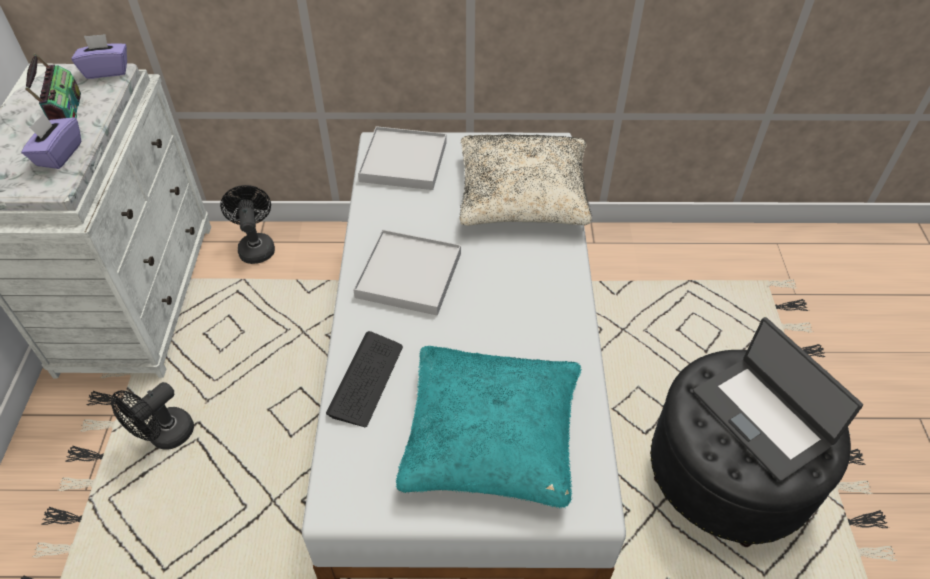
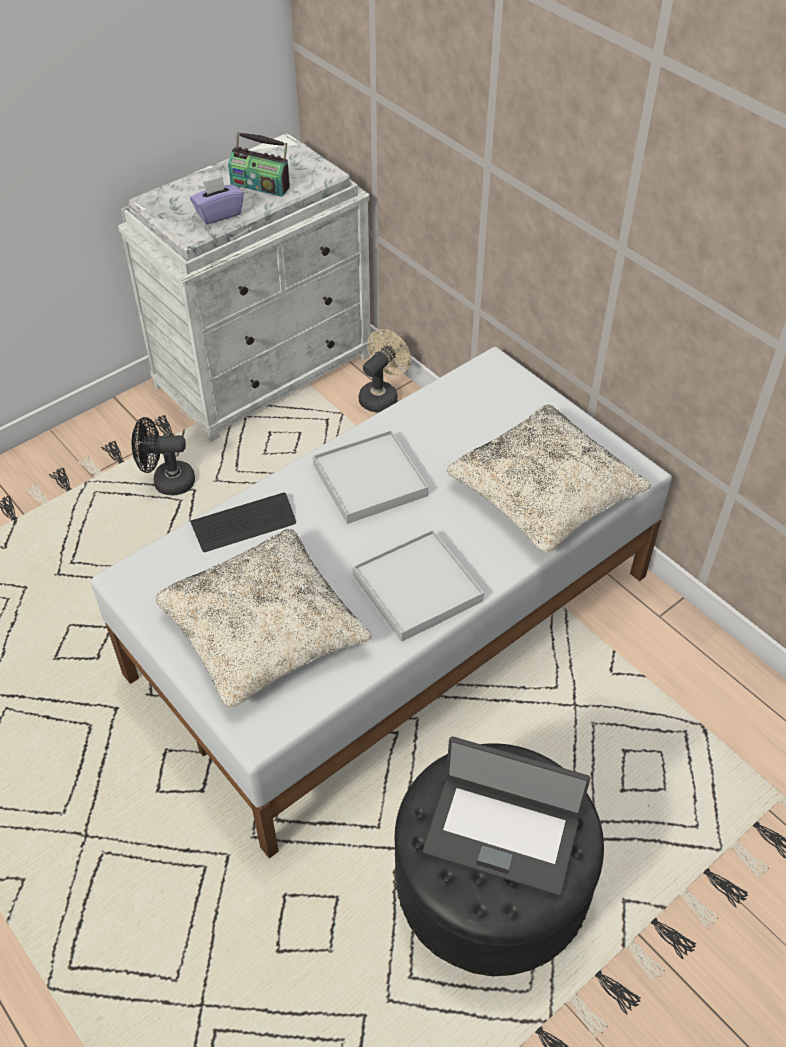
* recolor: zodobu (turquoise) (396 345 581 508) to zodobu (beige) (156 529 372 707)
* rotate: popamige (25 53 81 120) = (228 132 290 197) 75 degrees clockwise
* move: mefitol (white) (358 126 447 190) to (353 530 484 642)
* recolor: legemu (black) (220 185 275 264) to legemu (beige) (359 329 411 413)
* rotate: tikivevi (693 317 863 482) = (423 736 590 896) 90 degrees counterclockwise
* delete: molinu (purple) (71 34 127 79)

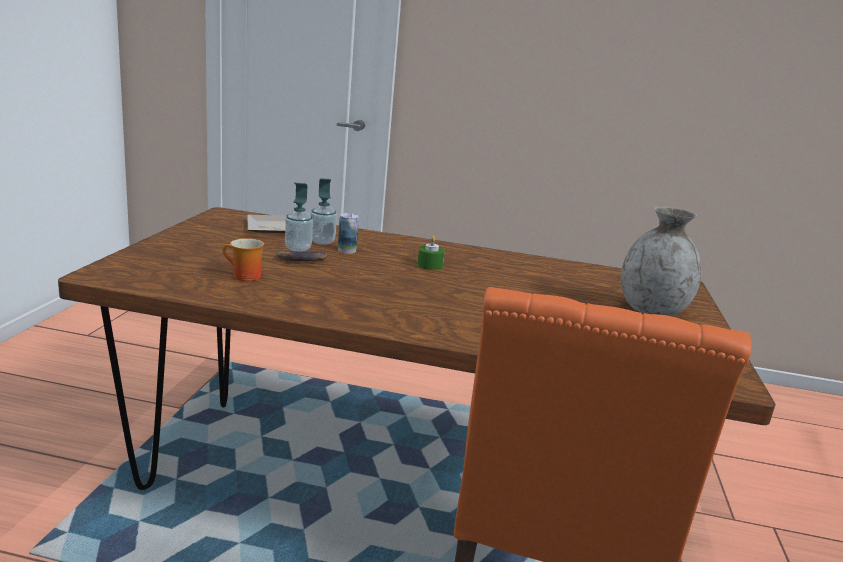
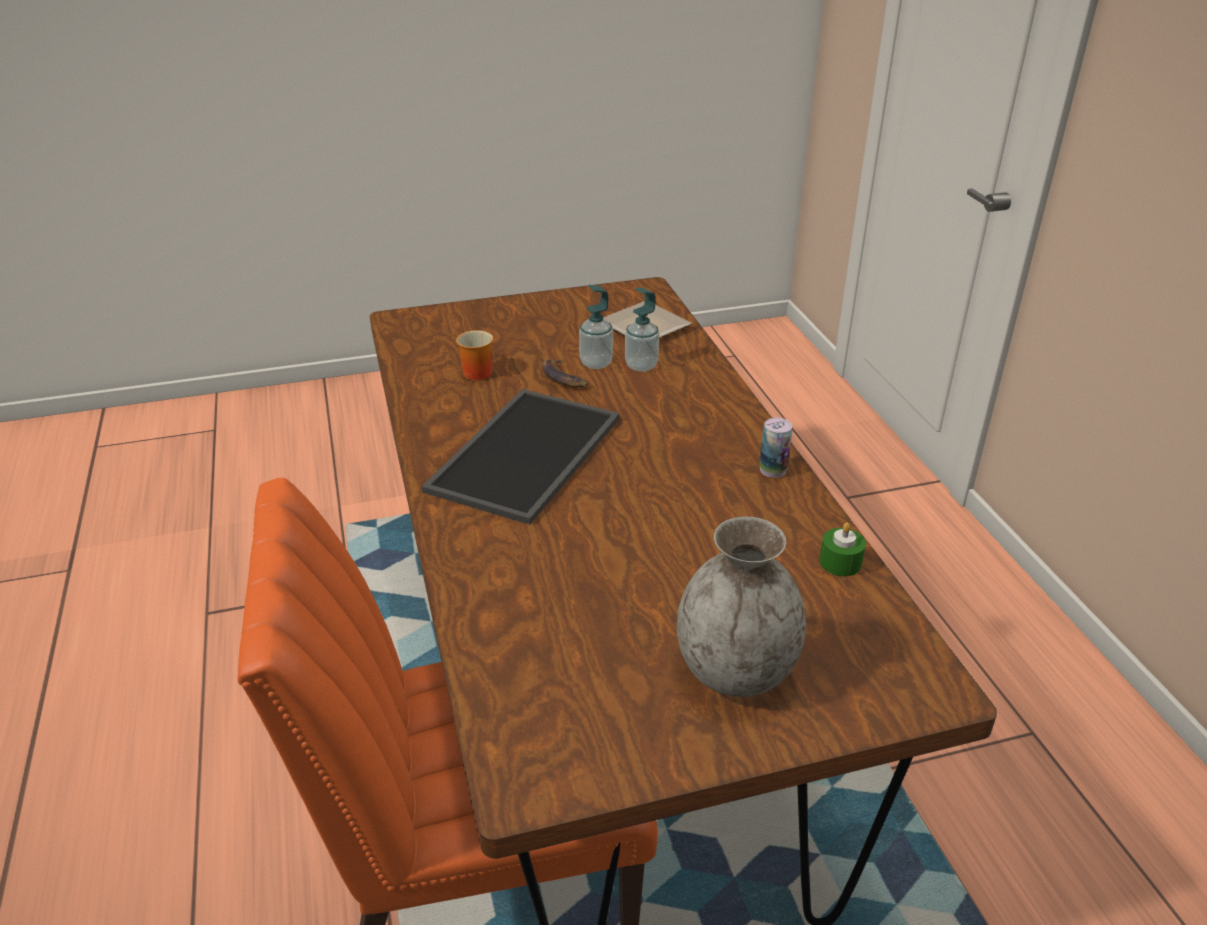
* insert: mefitol (421 389 620 525)
* move: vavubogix (338 213 359 254) to (759 418 792 478)
* move: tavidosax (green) (417 236 445 270) to (819 523 866 576)

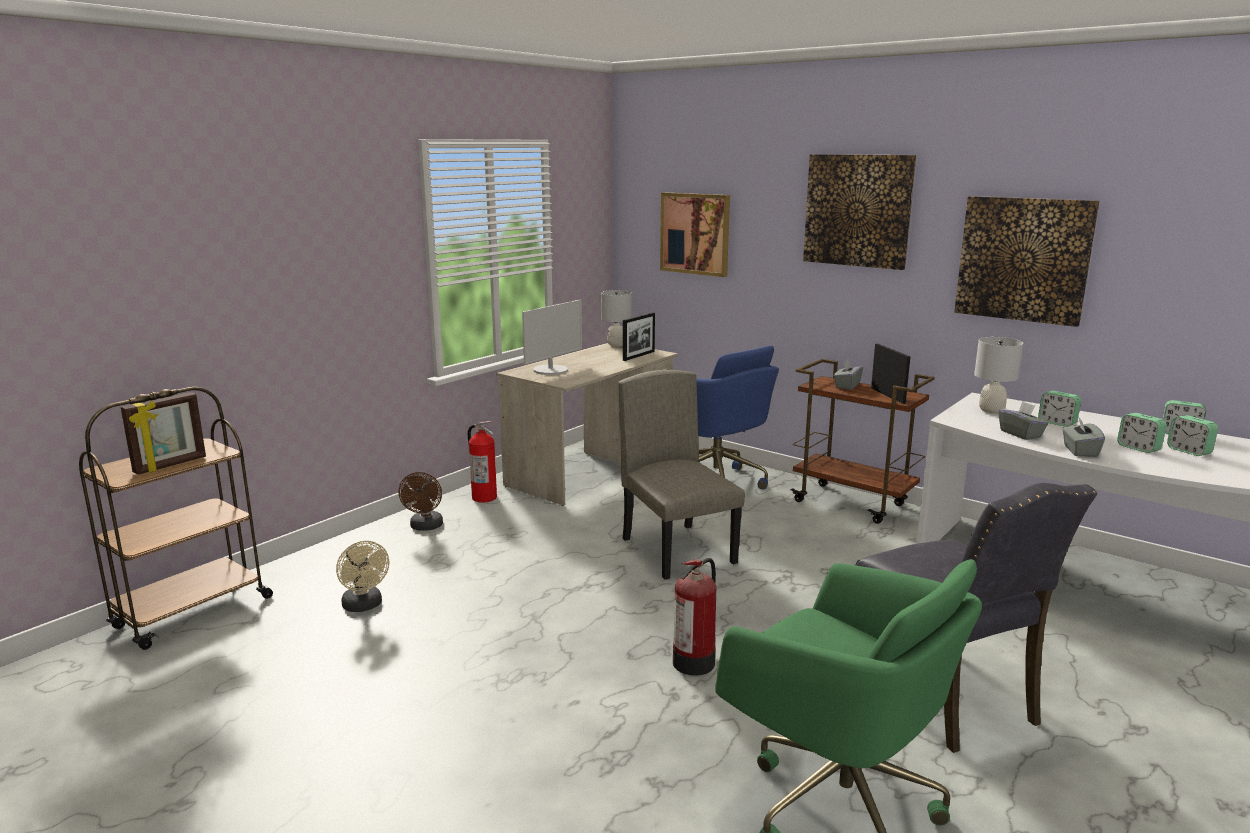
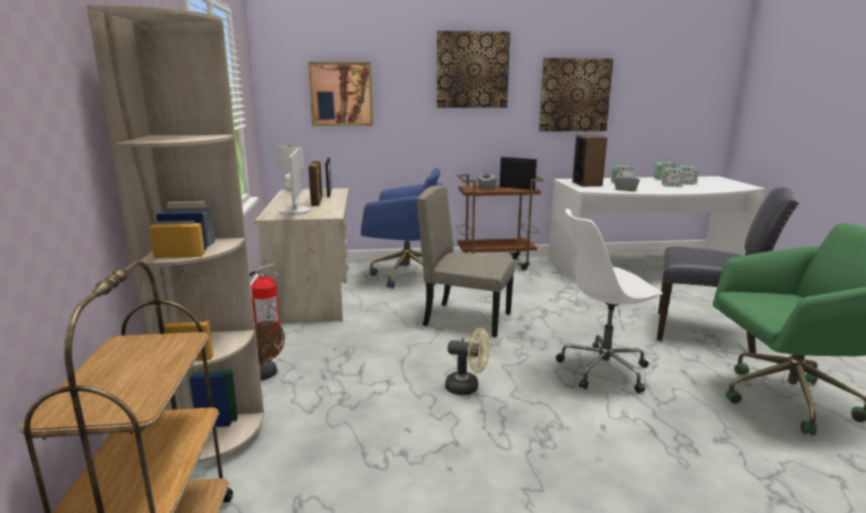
* insert: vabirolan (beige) (87 5 264 462)
* move: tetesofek (121 392 206 475) to (308 161 323 206)
* move: legemu (beige) (336 541 389 612) to (445 328 490 395)
* replace: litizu (673 558 716 676) to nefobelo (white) (556 209 663 393)
* replace: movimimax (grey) (974 337 1023 413) to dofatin (572 135 607 187)
* delete: molinu (grey) (1062 416 1105 457)

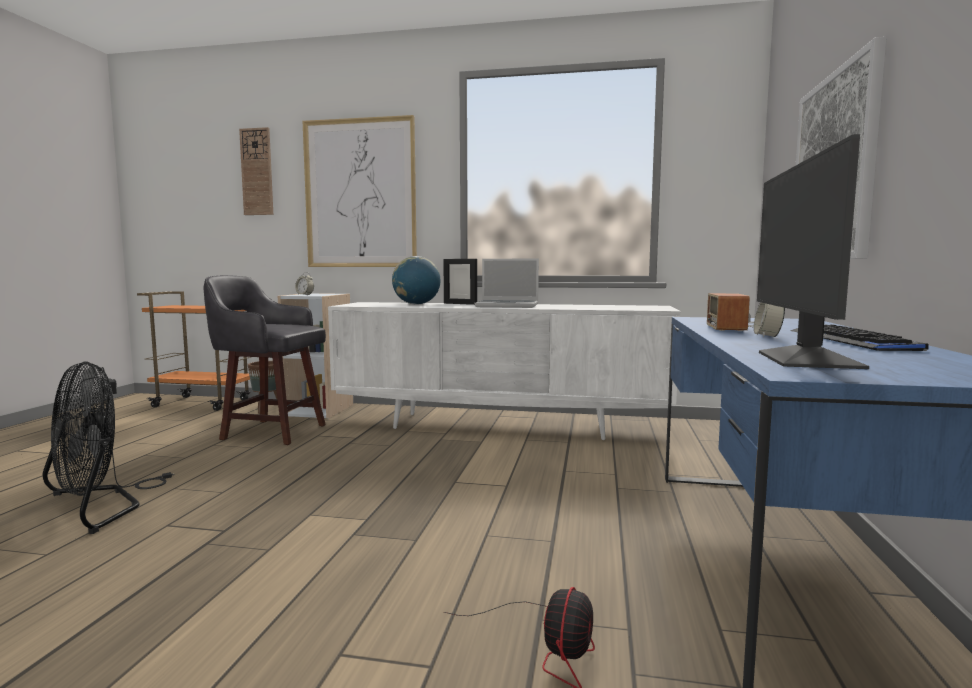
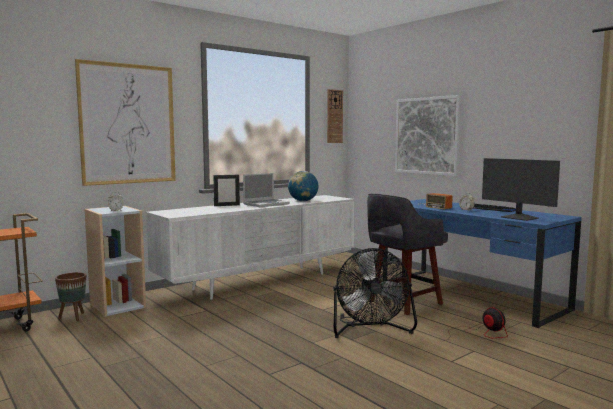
* move: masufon (392 256 440 305) to (288 171 318 201)
* move: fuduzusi (239 127 273 215) to (327 89 343 143)
* move: legemu (black) (43 362 174 534) to (333 248 417 338)
* move: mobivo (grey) (203 275 326 445) to (367 194 448 315)

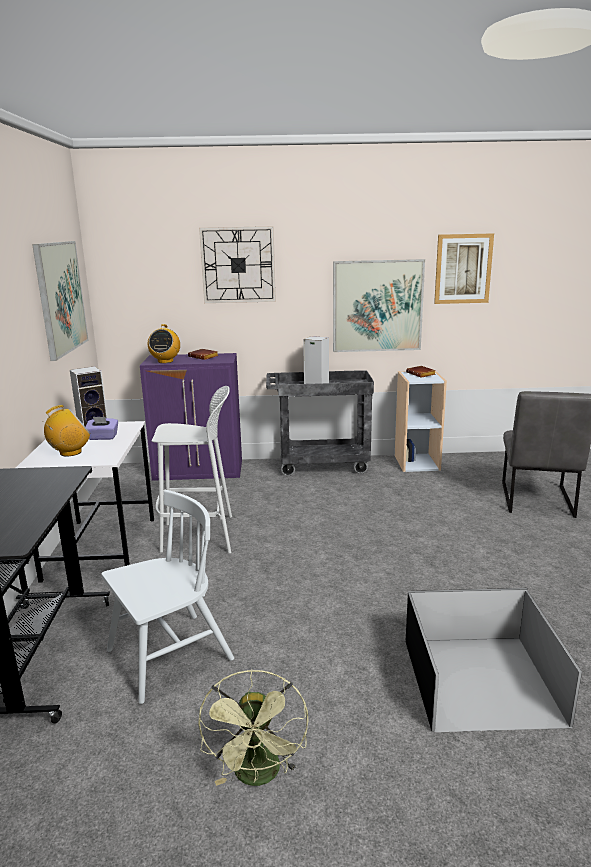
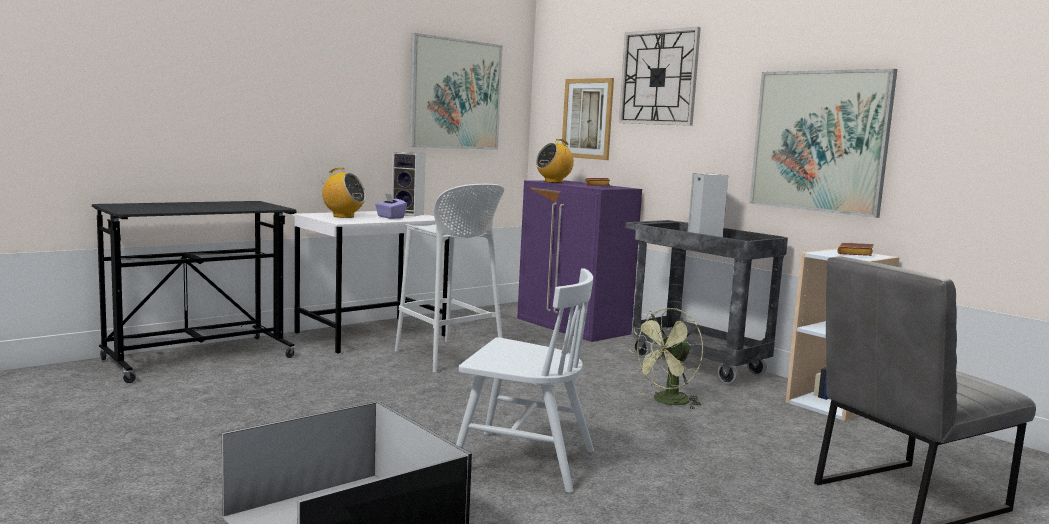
* move: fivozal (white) (101 490 234 704) to (456 268 594 493)
* move: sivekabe (434 233 494 304) to (562 78 614 160)
* move: legemu (green) (198 670 308 786) to (629 308 703 409)

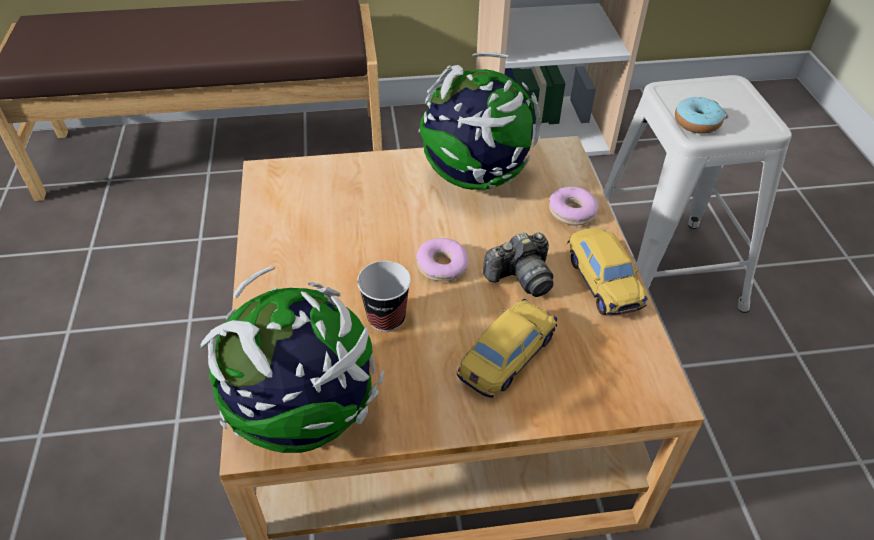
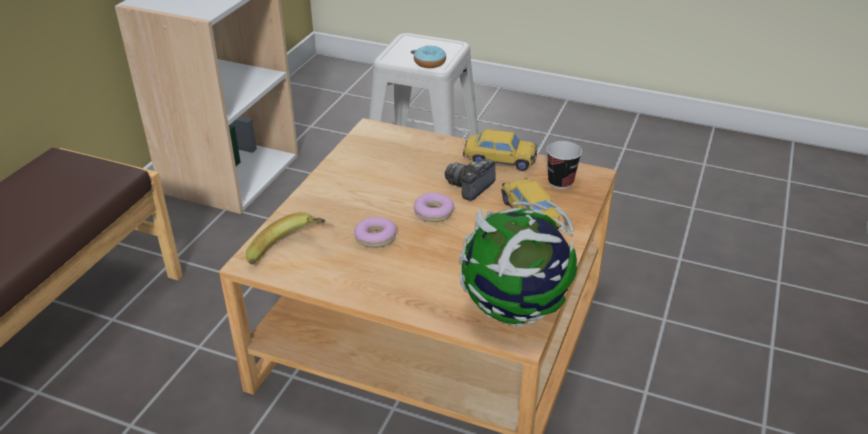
* insert: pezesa (246 212 325 265)
* move: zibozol (549 187 598 226) to (354 217 396 248)
* rotate: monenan (483 232 554 297) = (445 159 495 201) 150 degrees counterclockwise
* move: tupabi (357 261 411 332) to (547 141 582 189)
* delete: masufon (418 52 540 190)

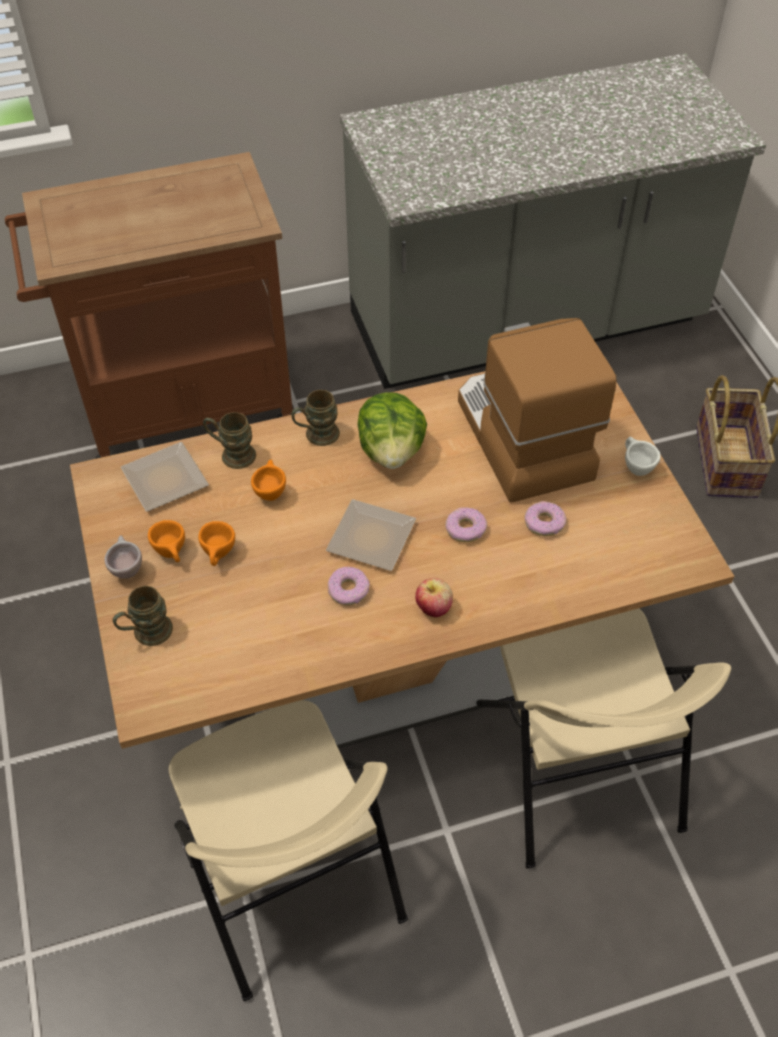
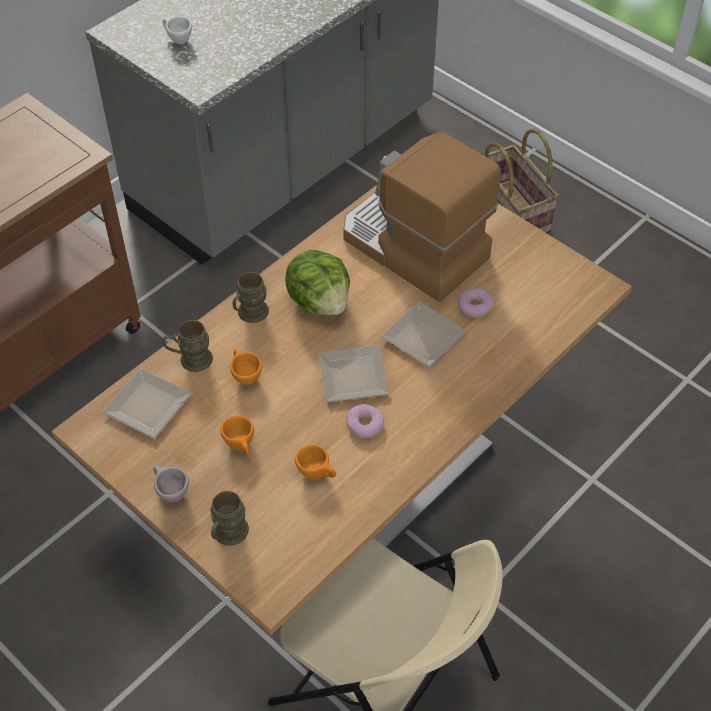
* move: tupabi (white) (625 437 661 476) to (163 16 192 45)
* move: tupabi (orange) (148 520 185 562) to (295 444 336 479)
* replace: zibozol (445 507 487 542) to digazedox (381 301 466 367)
* delete: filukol (415 578 453 617)
* delete: fivozal (beige) (476 608 731 868)

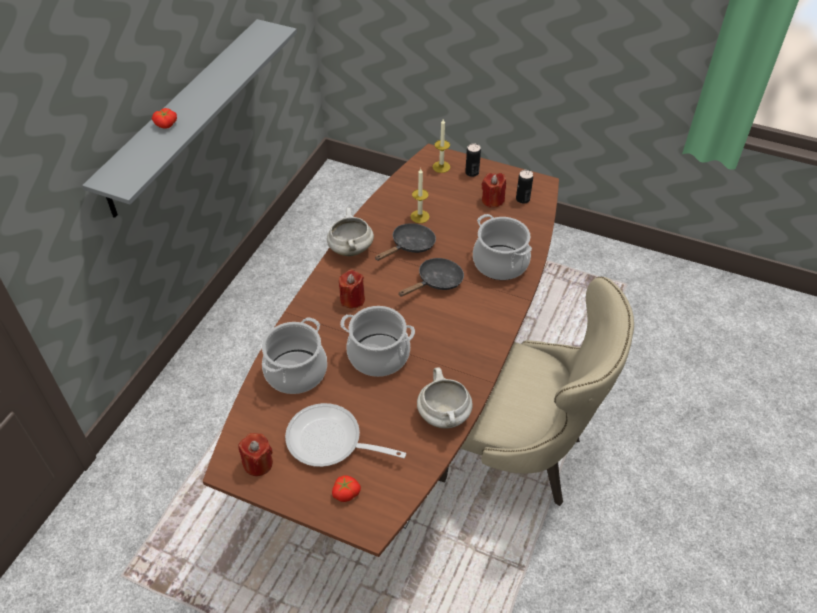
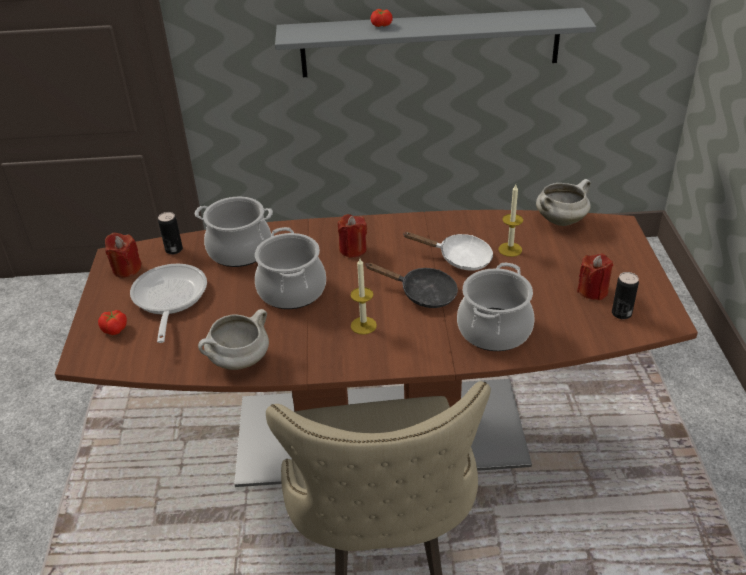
* move: vavubogix (465 143 481 177) to (158 212 183 254)
* move: tavidosax (433 119 450 173) to (350 258 377 335)
* recolor: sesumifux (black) (375 223 436 261) to sesumifux (white) (404 232 493 271)
* move: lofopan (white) (327 208 374 256) to (536 179 591 226)

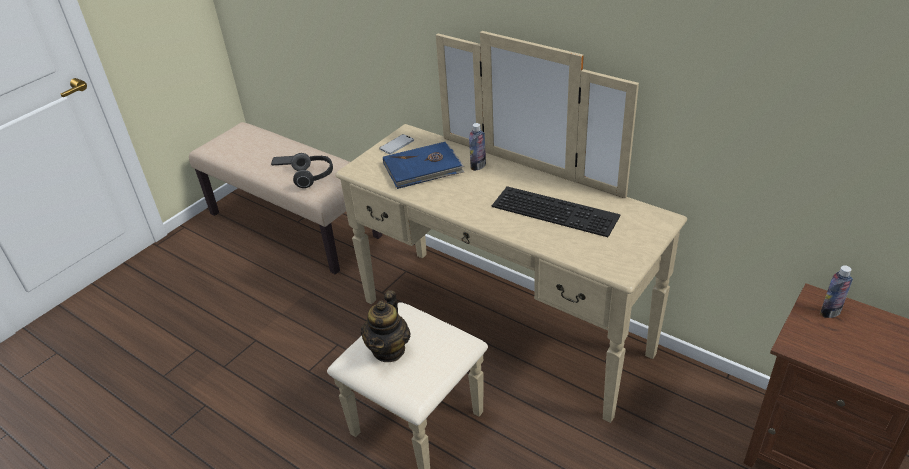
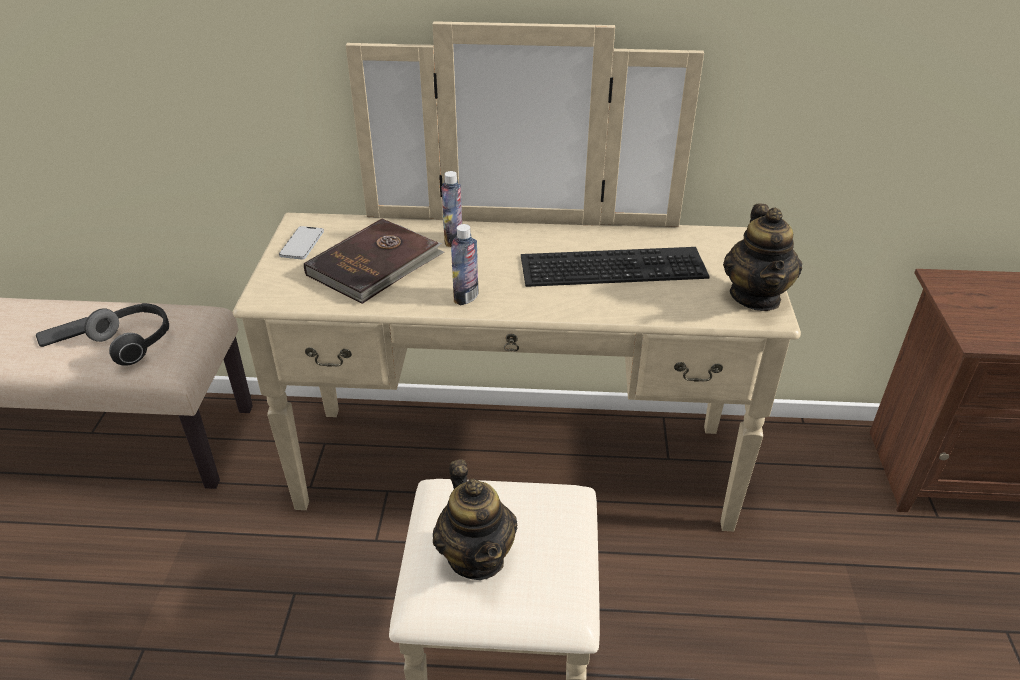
* recolor: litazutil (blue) (383 142 464 189) to litazutil (brown) (304 218 444 304)
* move: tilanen (820 265 853 318) to (451 224 479 305)
* insert: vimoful (723 203 802 311)

